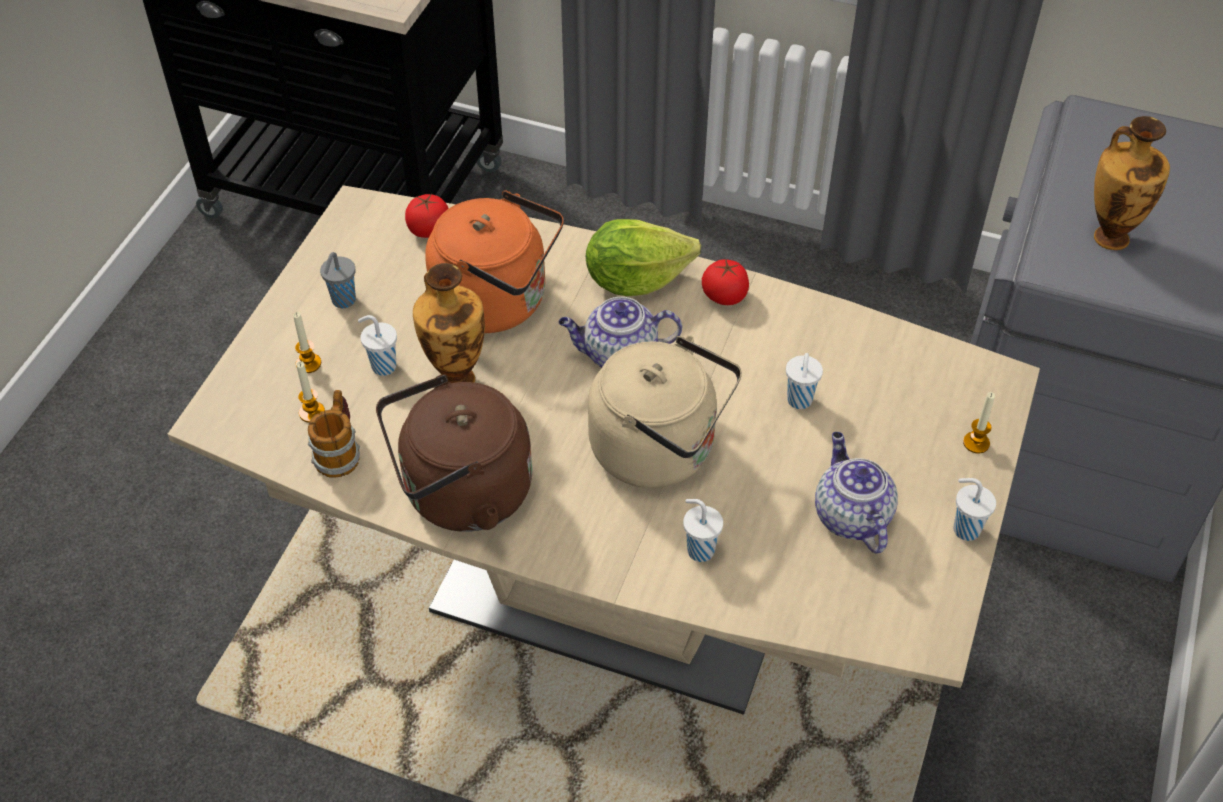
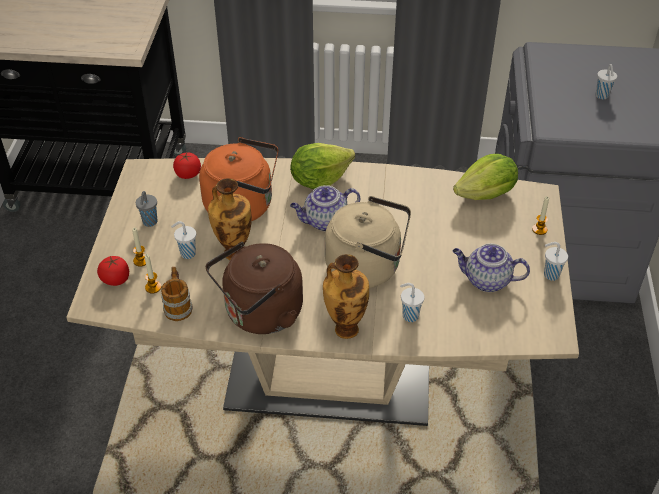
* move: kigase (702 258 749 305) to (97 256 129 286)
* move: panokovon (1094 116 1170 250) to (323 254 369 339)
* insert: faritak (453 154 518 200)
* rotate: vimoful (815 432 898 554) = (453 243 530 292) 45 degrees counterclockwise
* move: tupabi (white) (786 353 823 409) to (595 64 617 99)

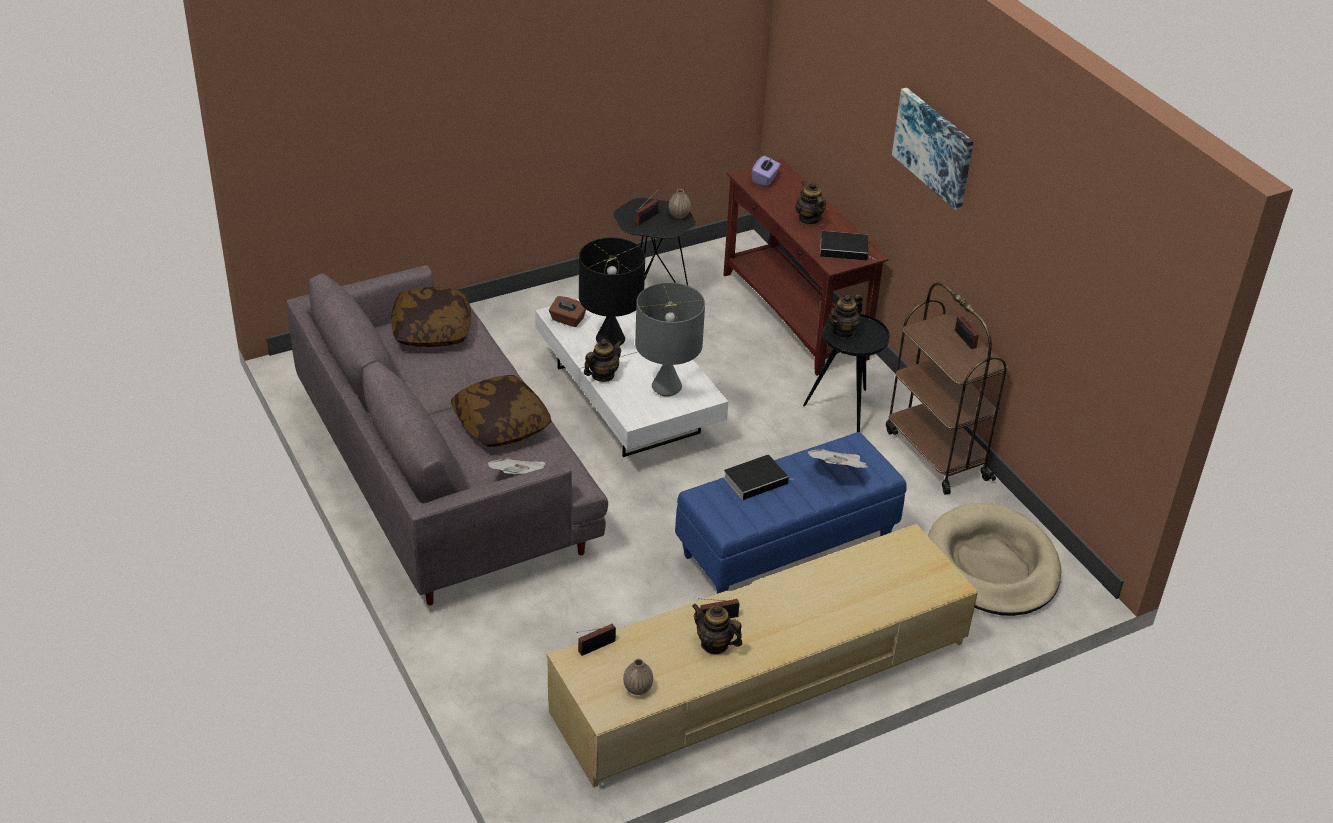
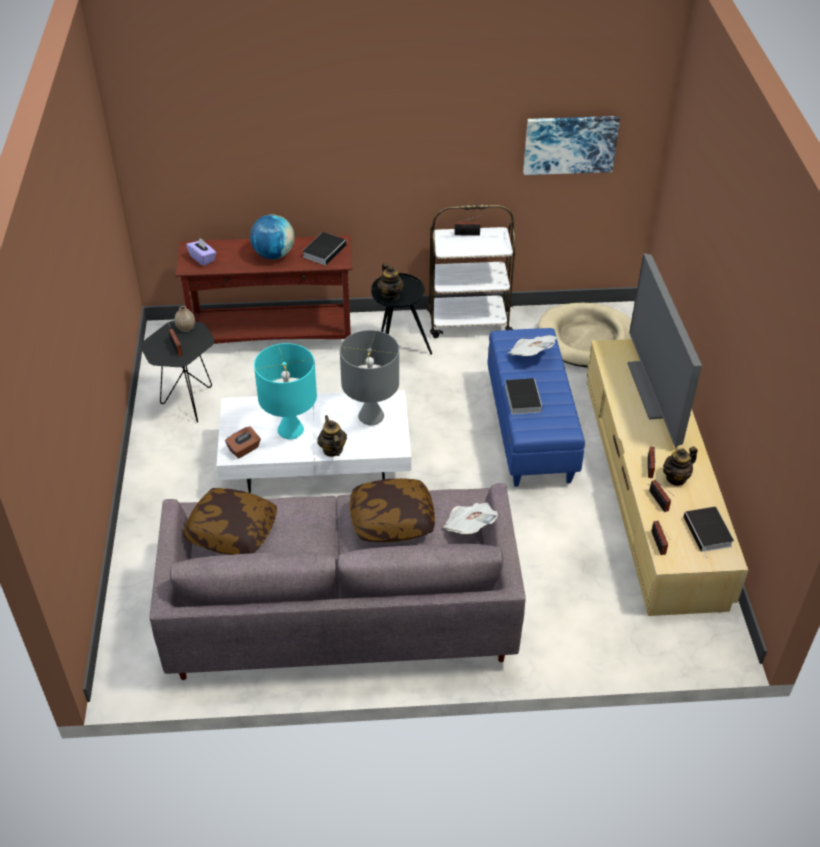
* replace: vimoful (795 181 826 225) to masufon (250 214 294 259)
* recolor: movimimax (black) (579 238 645 346) to movimimax (turquoise) (254 343 317 440)
* recolor: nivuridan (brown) (886 282 1007 495) to nivuridan (white) (427 204 515 338)
* move: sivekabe (892 88 974 210) to (523 116 620 175)
* insert: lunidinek (628 253 702 447)
* insert: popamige (649 480 674 512)
* replace: panokovon (623 659 653 695) to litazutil (684 507 734 559)

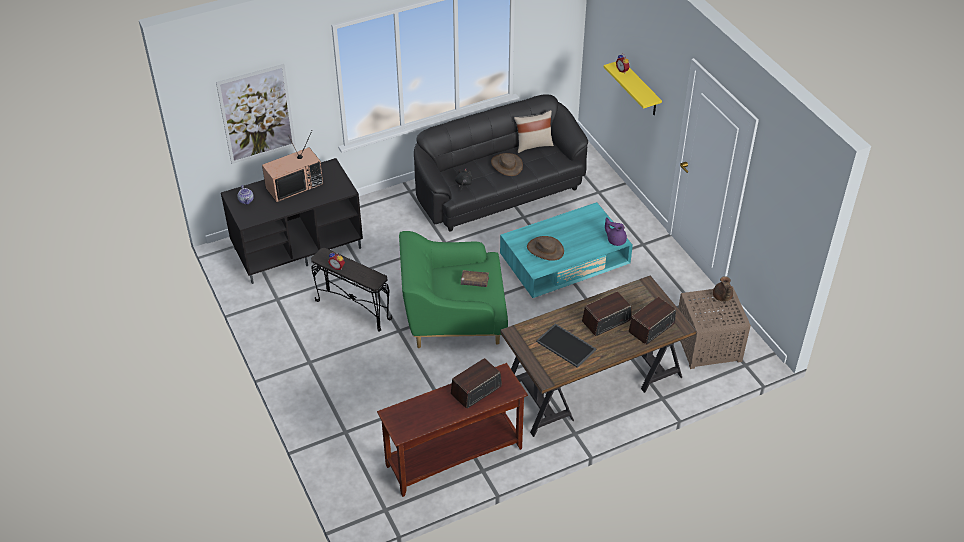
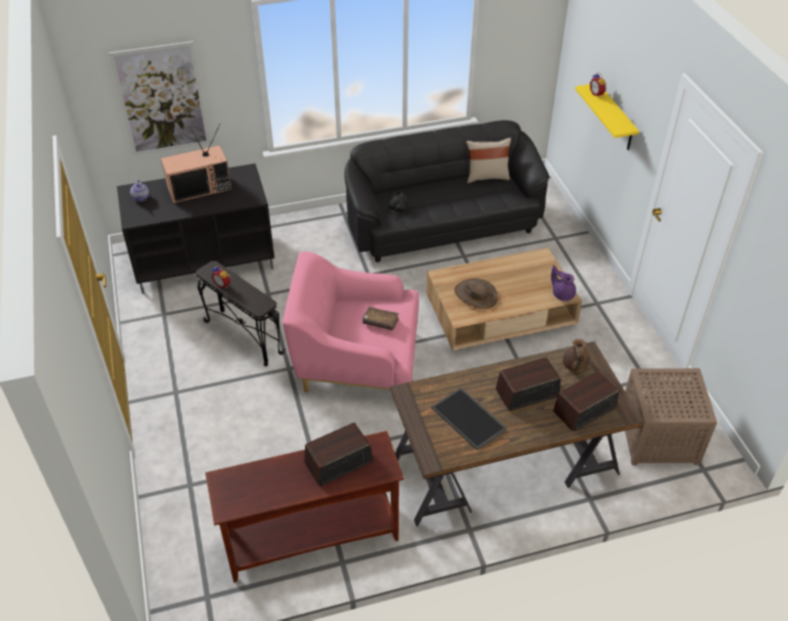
* recolor: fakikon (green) (399 231 508 348) to fakikon (pink) (283 252 419 393)
* recolor: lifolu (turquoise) (500 202 633 298) to lifolu (brown) (426 248 582 351)
* move: vimoful (brown) (713 276 733 302) to (563 339 590 372)
* delete: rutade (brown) (491 153 523 176)

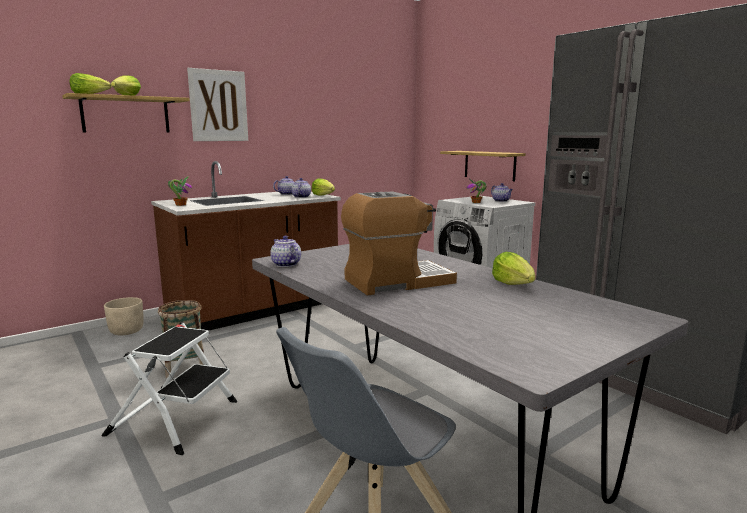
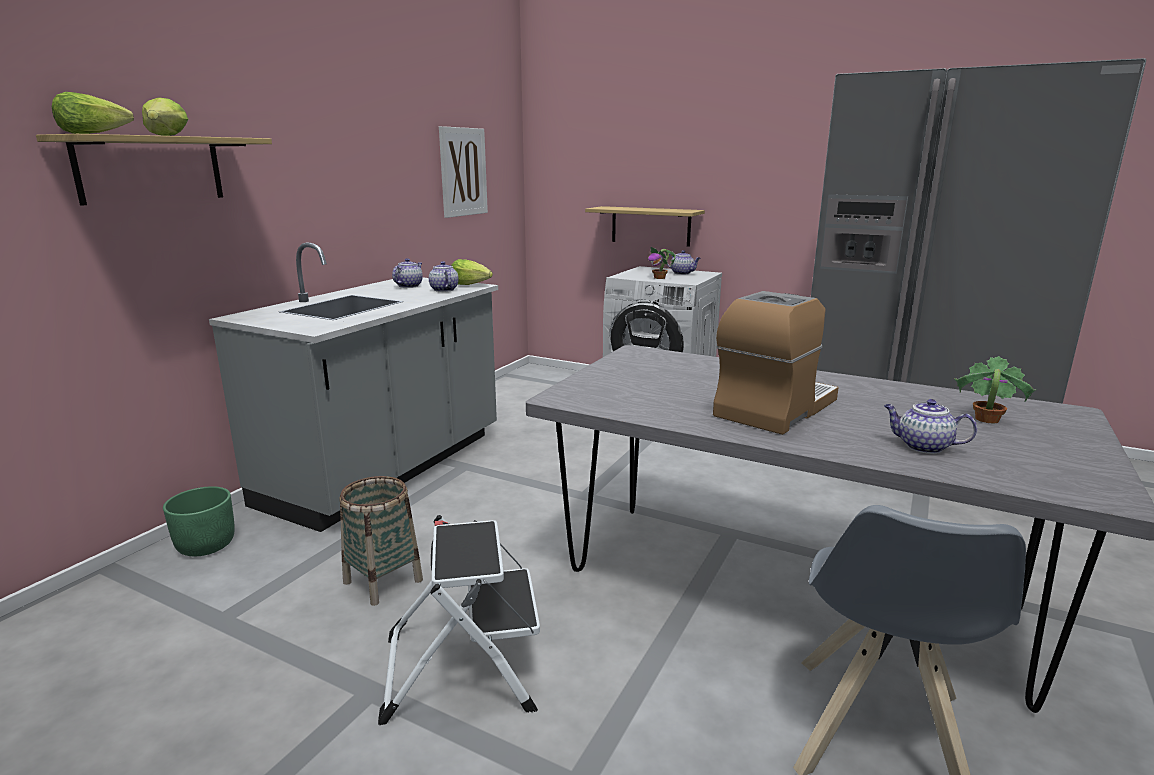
* recolor: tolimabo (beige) (104 297 144 335) to tolimabo (green) (163 486 235 556)
* recolor: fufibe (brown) (151 161 341 331) to fufibe (grey) (209 242 498 532)
* move: sivekabe (187 68 248 141) to (439 126 488 218)
* move: vimoful (270 235 301 267) to (884 399 977 454)
* move: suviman (168 176 192 206) to (954 356 1036 423)
* delete: faritak (492 252 535 285)

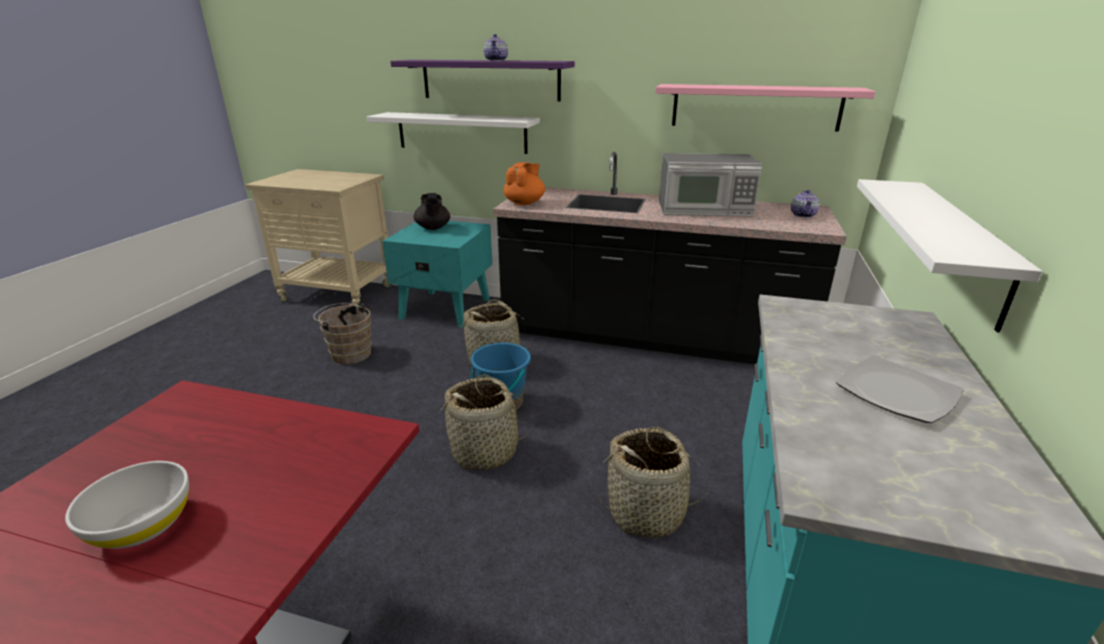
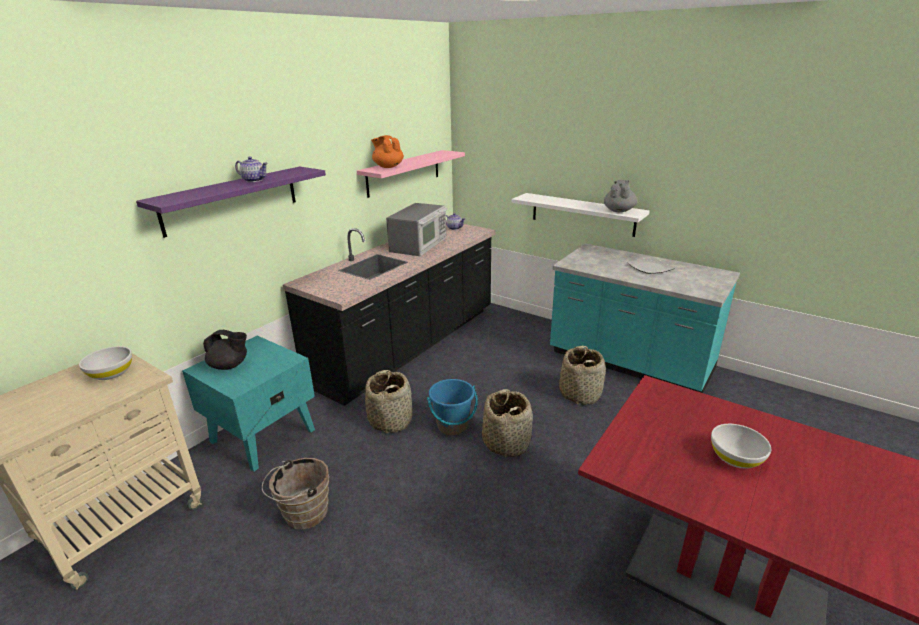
* insert: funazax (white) (79 346 132 380)
* move: vimoful (orange) (504 162 545 205) to (371 135 404 168)
* insert: vimoful (grey) (604 180 637 212)
* delete: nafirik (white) (366 112 540 154)

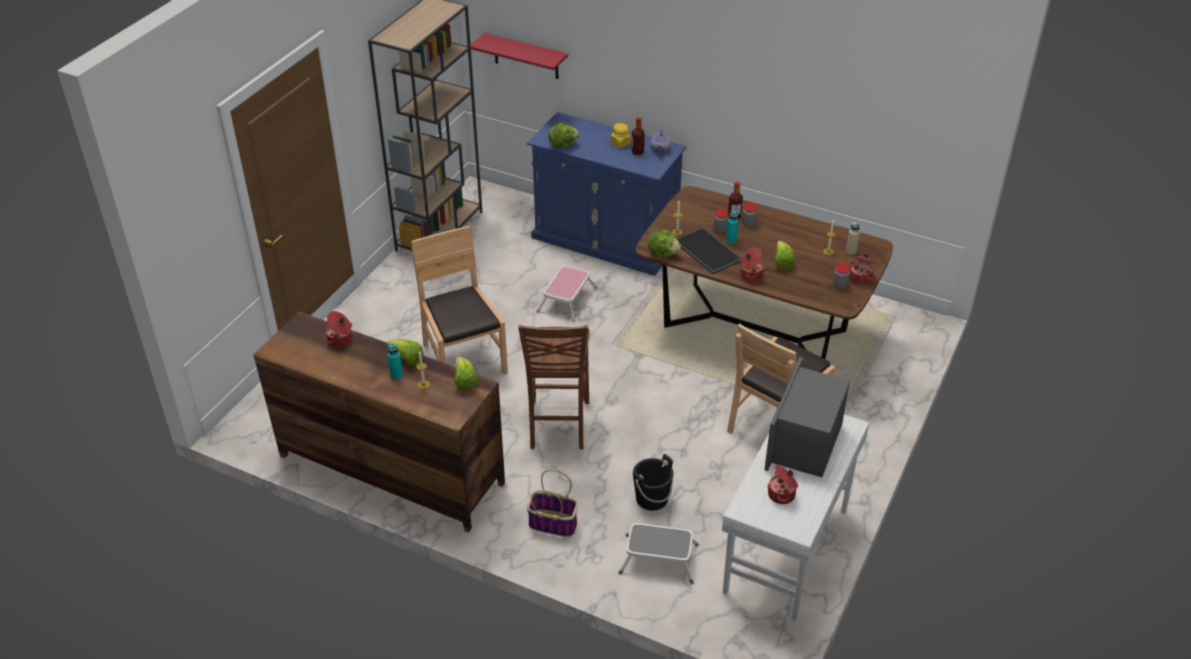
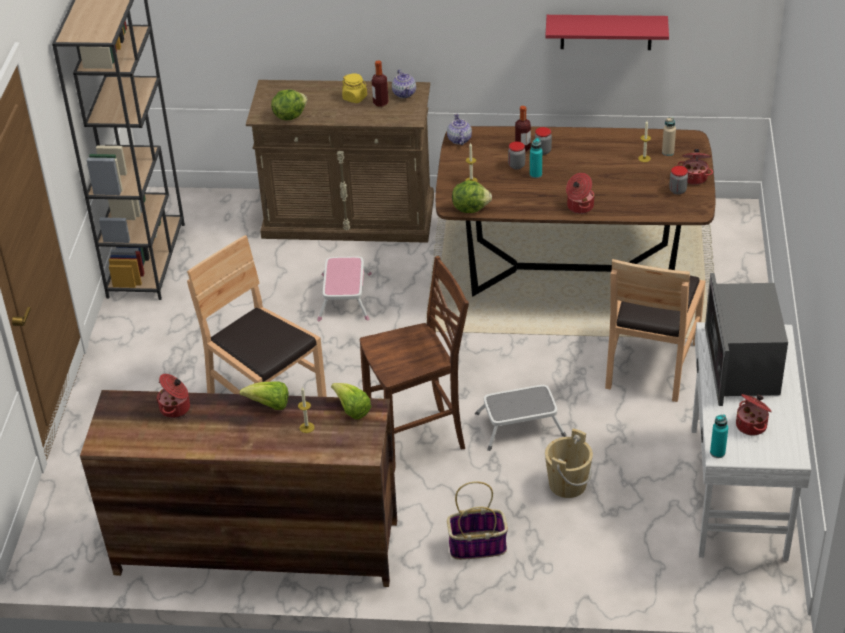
* recolor: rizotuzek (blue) (527 112 687 276) to rizotuzek (brown) (246 80 434 243)
* rotate: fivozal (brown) (518 325 590 450) = (360 256 469 472) 90 degrees counterclockwise
* insert: vimoful (447 113 472 145)
* move: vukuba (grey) (618 523 699 584) to (475 385 567 451)
* move: nafirik (red) (471 33 568 79) to (545 15 669 50)
* recolor: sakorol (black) (633 454 674 511) to sakorol (beige) (545 429 593 498)
* move: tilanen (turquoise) (387 344 403 380) to (710 414 728 458)
* delete: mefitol (676 227 742 274)
* delete: faritak (774 241 795 270)

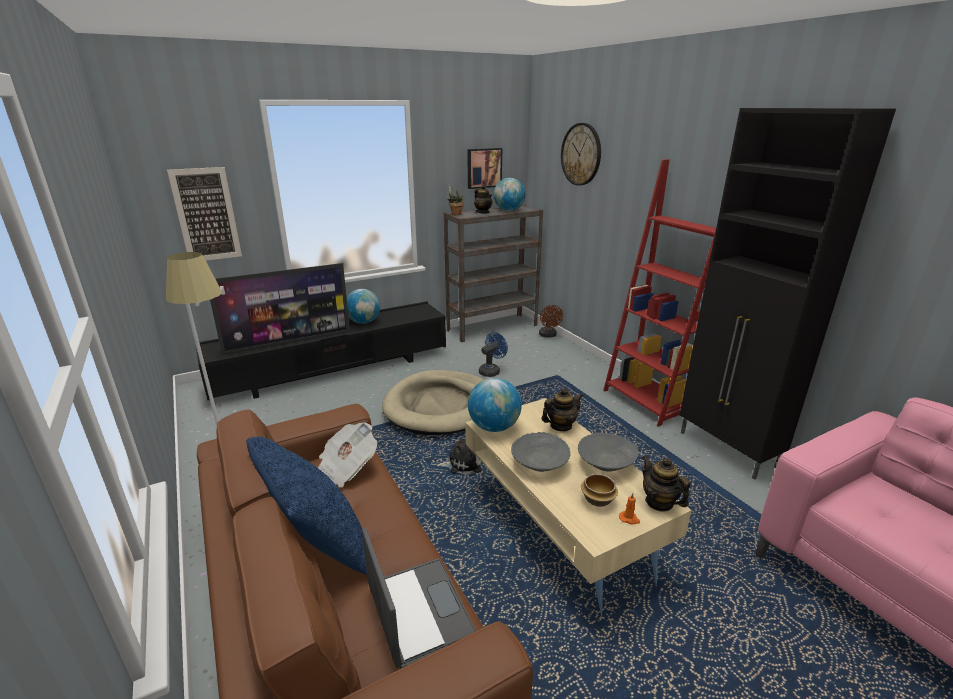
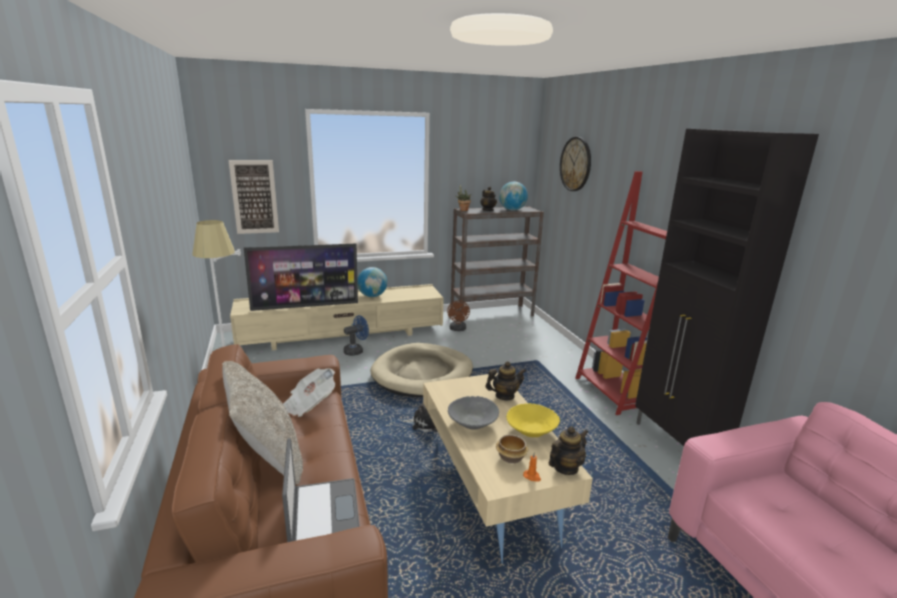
* recolor: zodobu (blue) (246 436 367 575) to zodobu (beige) (222 361 303 485)
* recolor: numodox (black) (196 301 446 400) to numodox (beige) (230 284 444 350)
* move: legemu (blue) (479 332 508 377) to (343 315 369 356)
* move: legemu (brown) (539 305 563 337) to (447 300 470 331)
* recolor: funazax (grey) (578 433 639 471) to funazax (yellow) (506 403 560 437)
* rotate: vimoful (642 456 690 512) = (549 426 588 475) 75 degrees clockwise
* delete: sivekabe (468 148 502 189)
* delete: masufon (468 378 522 432)

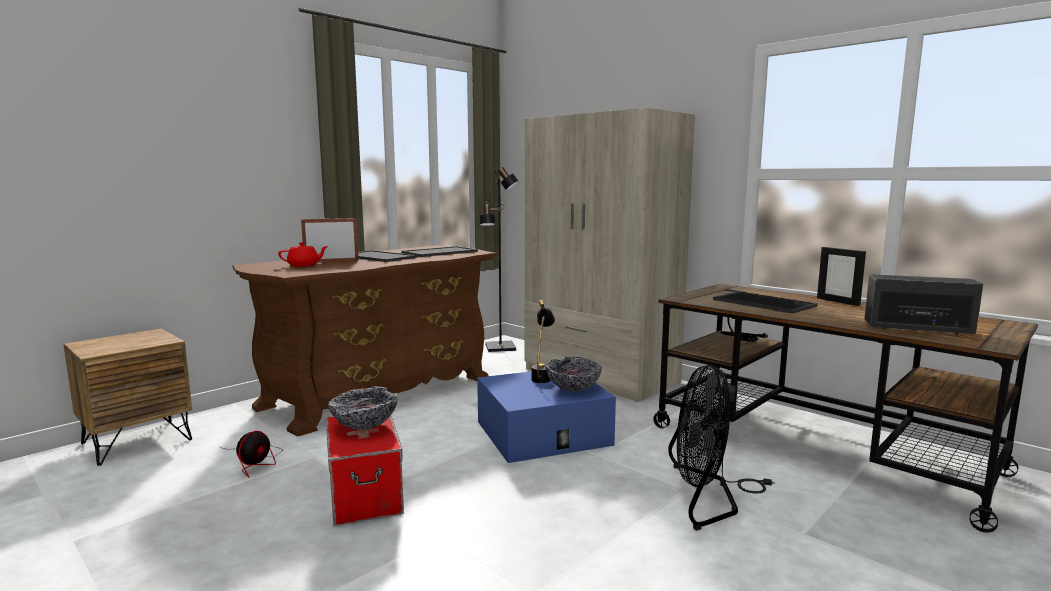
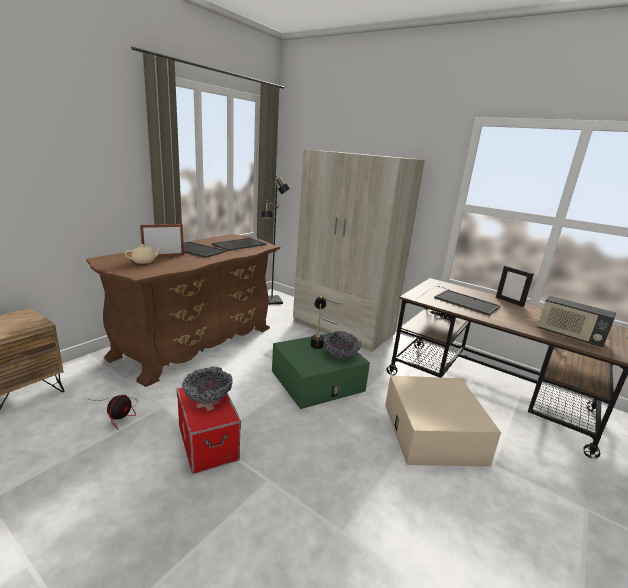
* recolor: vimoful (red) (278 242 328 267) to vimoful (beige) (125 244 162 264)
* recolor: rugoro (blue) (477 371 616 463) to rugoro (green) (272 333 370 409)
* replace: legemu (black) (668 365 775 531) to rugoro (beige) (385 376 501 466)
* rotate: popamige (865 274 983 336) = (537 295 616 347) 150 degrees counterclockwise

